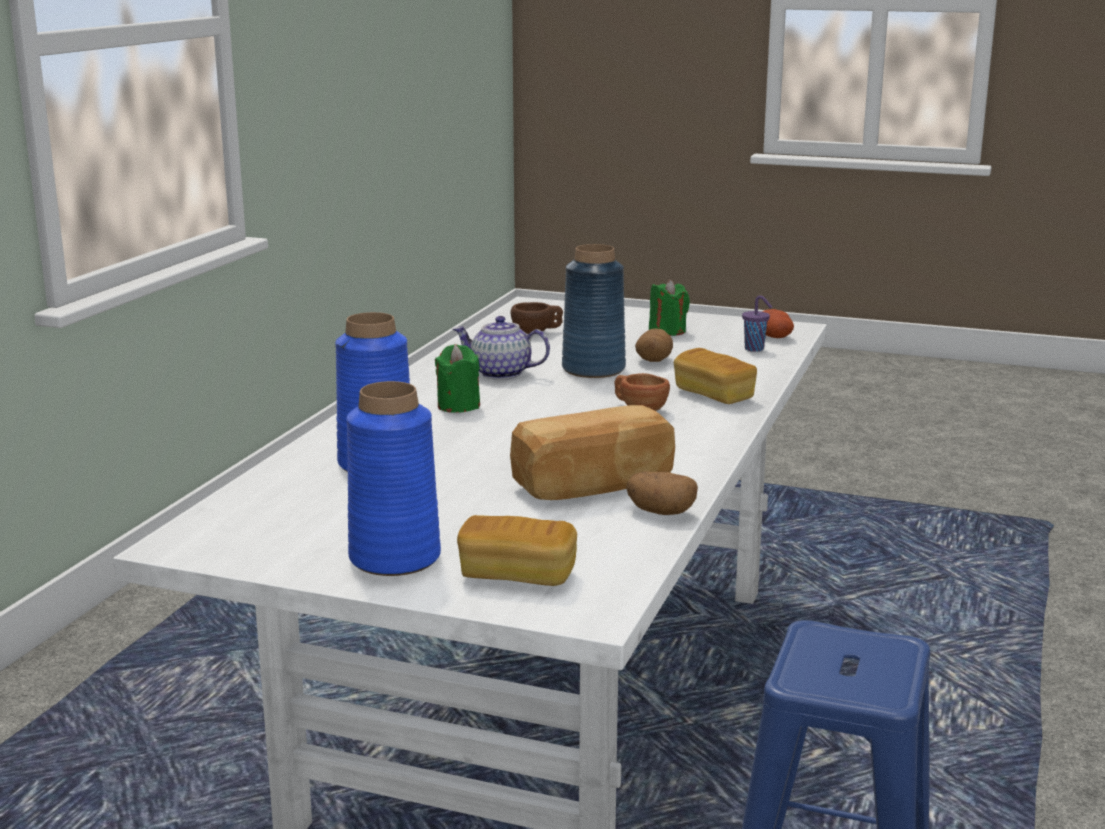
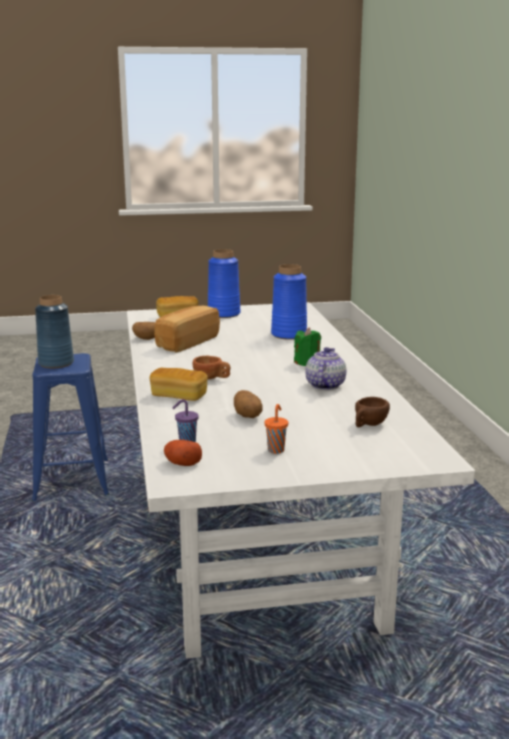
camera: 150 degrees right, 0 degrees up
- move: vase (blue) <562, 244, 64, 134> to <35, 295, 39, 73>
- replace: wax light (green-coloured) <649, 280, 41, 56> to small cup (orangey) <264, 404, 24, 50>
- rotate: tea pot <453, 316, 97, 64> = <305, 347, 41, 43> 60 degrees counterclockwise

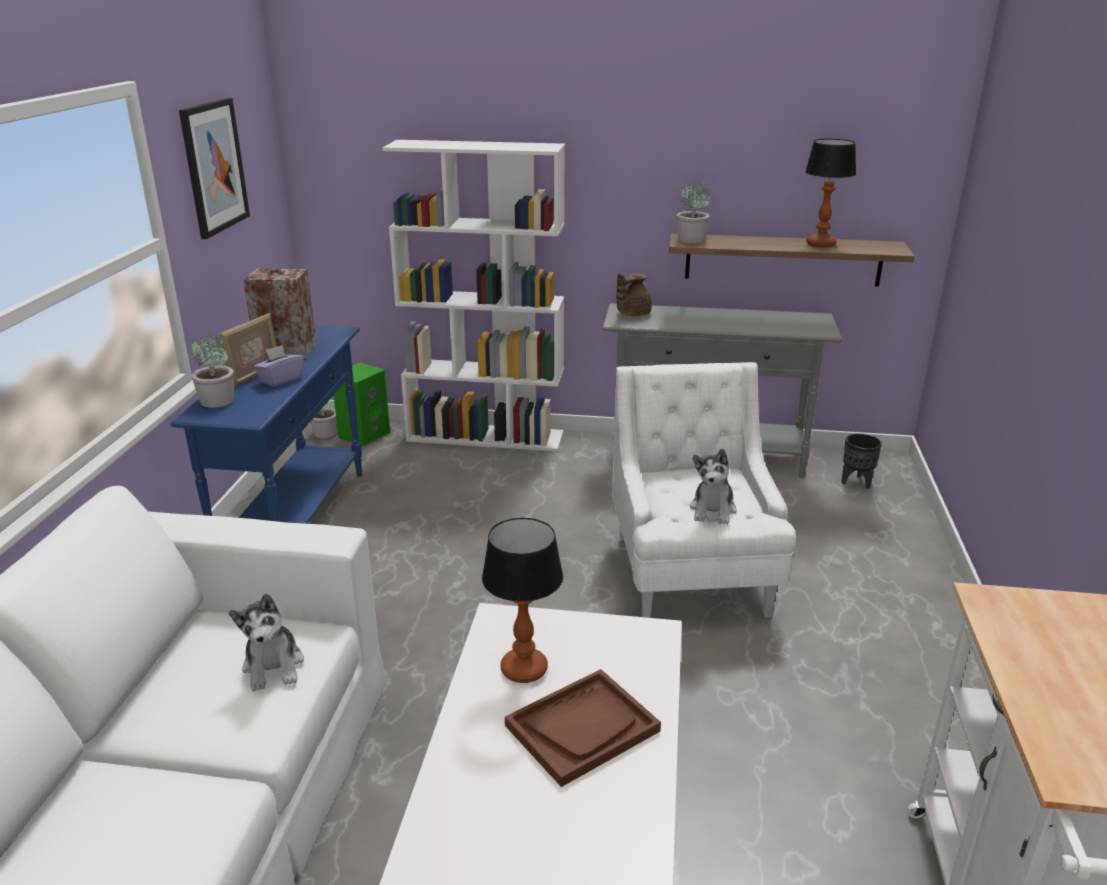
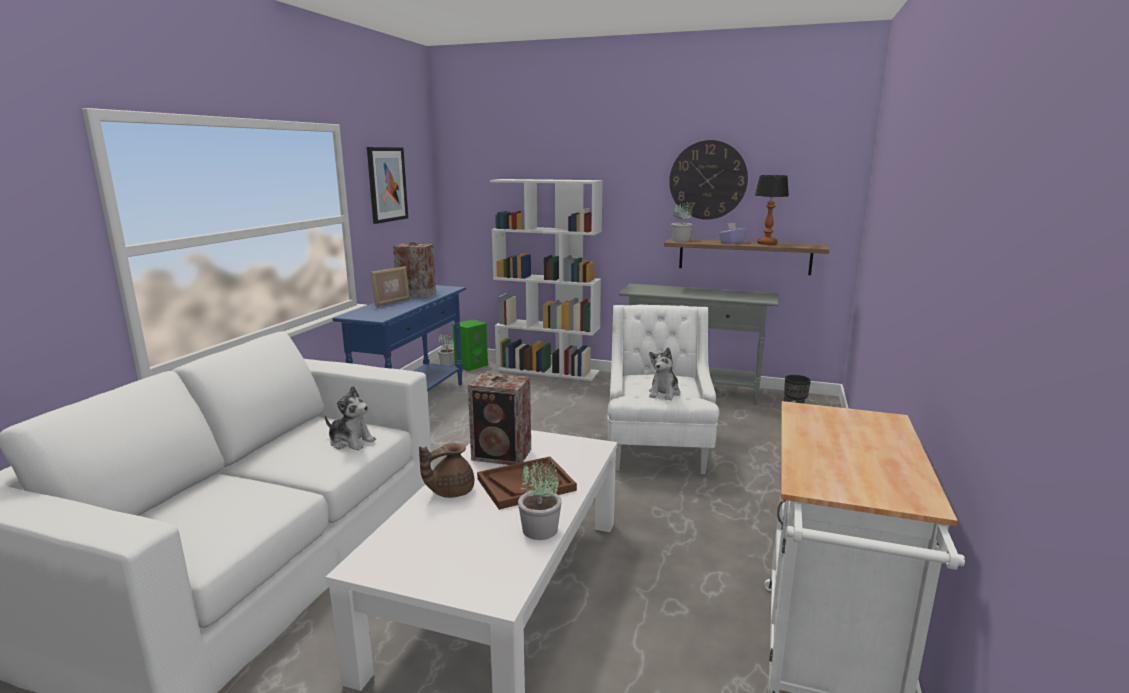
camera: 10 degrees right, 10 degrees down
- rotate: plush toy <229, 593, 75, 98> = <325, 386, 51, 64> 60 degrees counterclockwise
- move: tea pot (brown) <616, 273, 36, 43> to <419, 443, 55, 55>
- replace: tabletop lamp <482, 518, 81, 165> to speaker <468, 373, 63, 92>
- move: plant in a pot <191, 334, 43, 74> to <518, 457, 44, 83>
- insert: clock on the wall <669, 140, 79, 79>
- move: tissue box (purplish) <253, 345, 51, 42> to <719, 223, 28, 21>

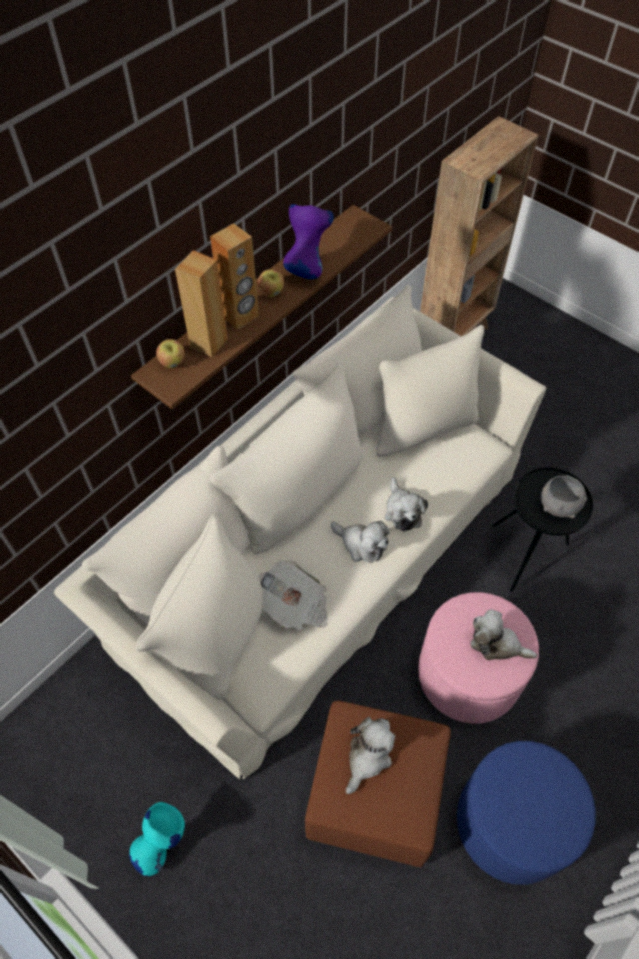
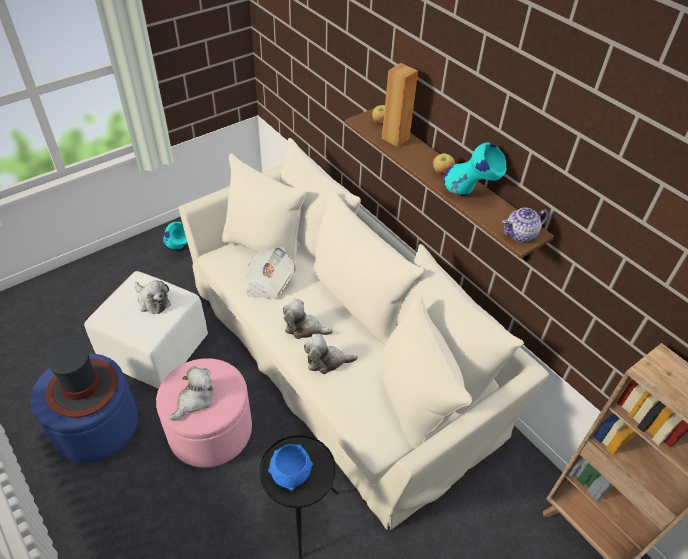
camera: 100 degrees right, 10 degrees down
- insert: wearable hat <45, 342, 73, 76>
- recolor: footrest (brown) <305, 701, 146, 166> to footrest (white-coloured) <84, 271, 124, 118>
- recolor: serving bowl (grey) <541, 475, 46, 44> to serving bowl (blue) <268, 444, 45, 47>
- rotate: plush toy <331, 521, 59, 42> = <283, 299, 50, 40> 60 degrees clockwise
- recolor: vase (purplish) <283, 204, 51, 75> to vase (blue-green) <444, 142, 62, 54>
- insert: tea pot <502, 208, 47, 34>
- delete: speaker (brown) <210, 223, 49, 107>

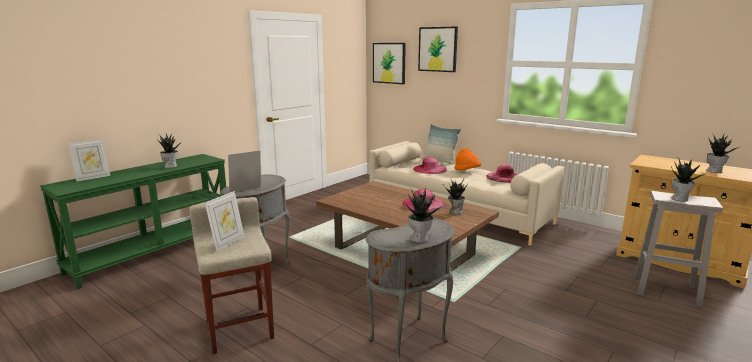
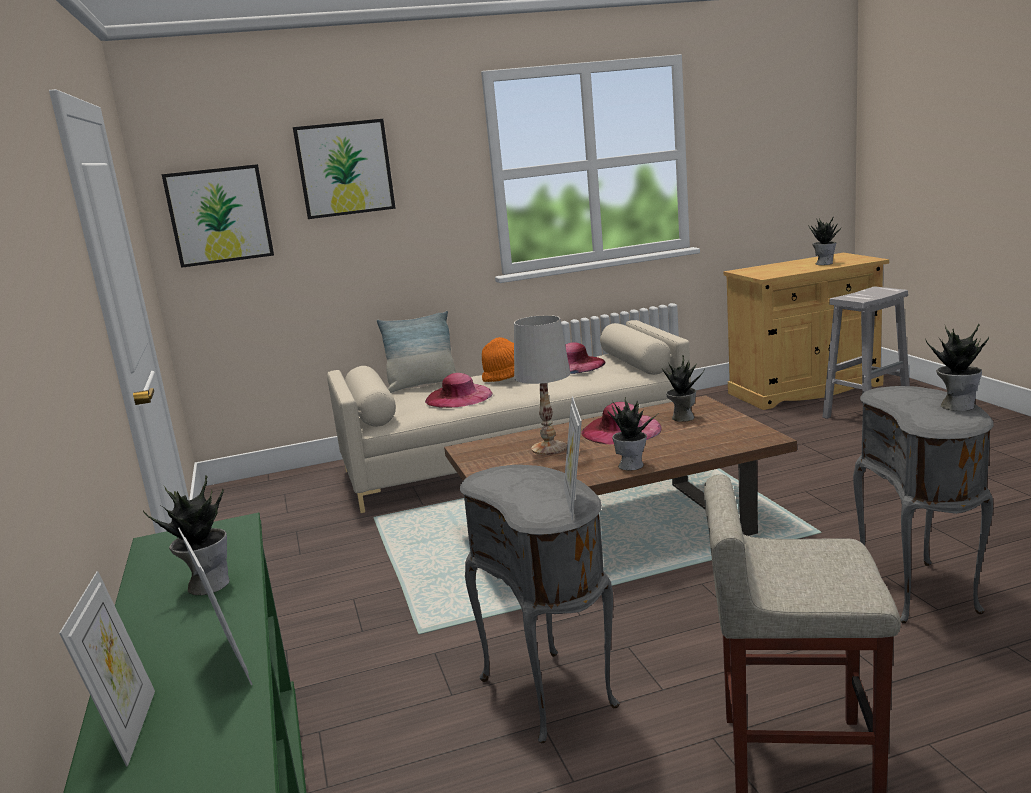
camera: 55 degrees left, 0 degrees up
- move: photo frame <205, 191, 40, 60> to <178, 528, 75, 157>
- insert: tabletop lamp (white-coloured) <514, 315, 56, 140>
- move: plant in a pot <671, 158, 36, 43> to <607, 397, 51, 74>

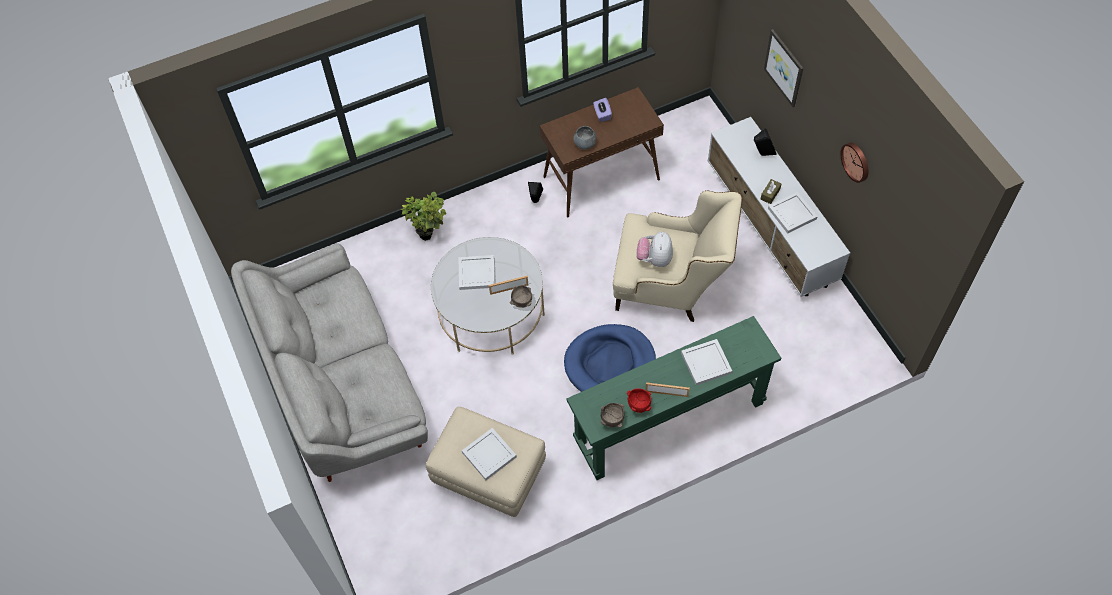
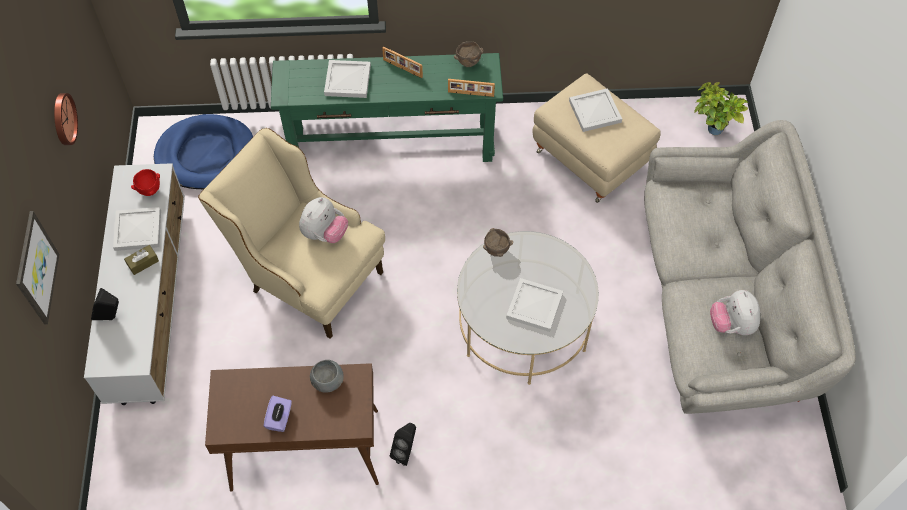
camera: 160 degrees left, 0 degrees up
- move: serving bowl (reddish) <627, 388, 24, 25> to <131, 169, 29, 27>
- move: pet bed (blue) <564, 324, 92, 68> to <154, 114, 99, 75>
- move: photo frame <489, 276, 39, 19> to <448, 79, 47, 18>
- move: plant in a pot <401, 192, 45, 49> to <695, 82, 53, 53>
- insert: plush toy <710, 290, 50, 45>

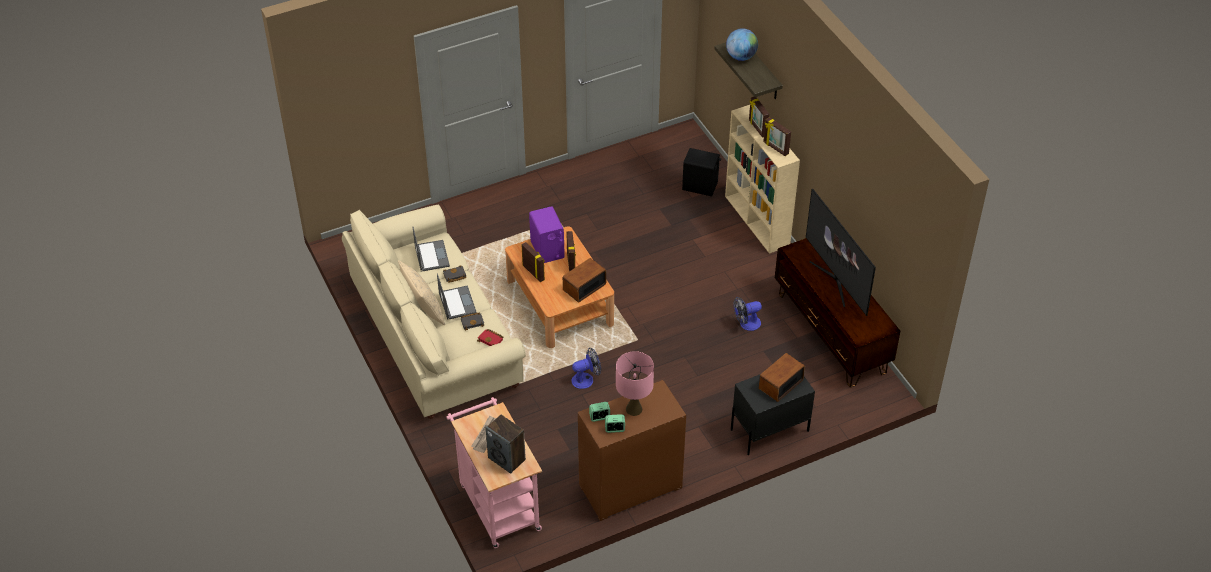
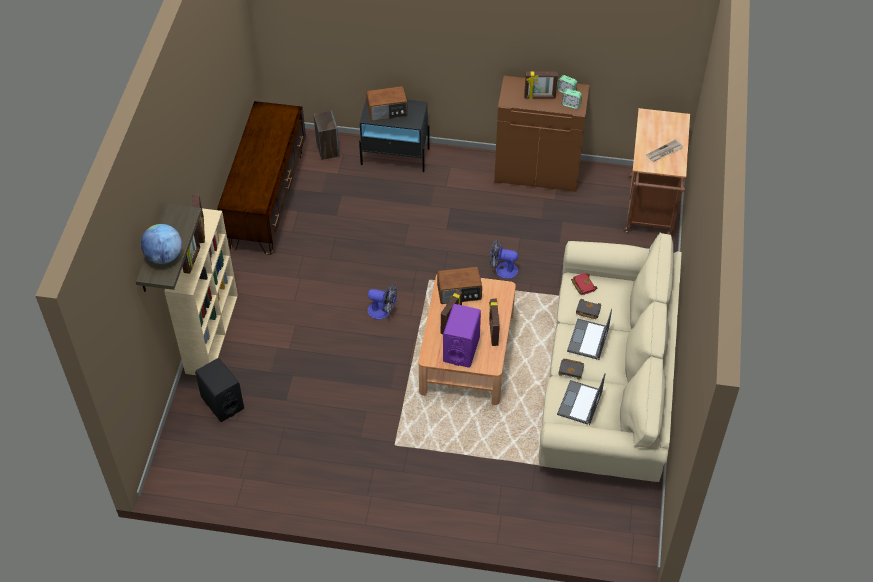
camera: 145 degrees left, 5 degrees up
- move: speaker <486, 415, 40, 59> to <314, 110, 26, 50>
- move: fan <733, 297, 29, 34> to <368, 284, 29, 35>
- replace: tabletop lamp (pink) <616, 351, 38, 65> to photo frame <524, 71, 34, 28>
- recolor: trolley (pink) <447, 397, 95, 151> to trolley (brown) <623, 108, 67, 127>
- delete: cushion (beige-coloured) <398, 260, 47, 65>
- delete: TV <806, 189, 70, 127>

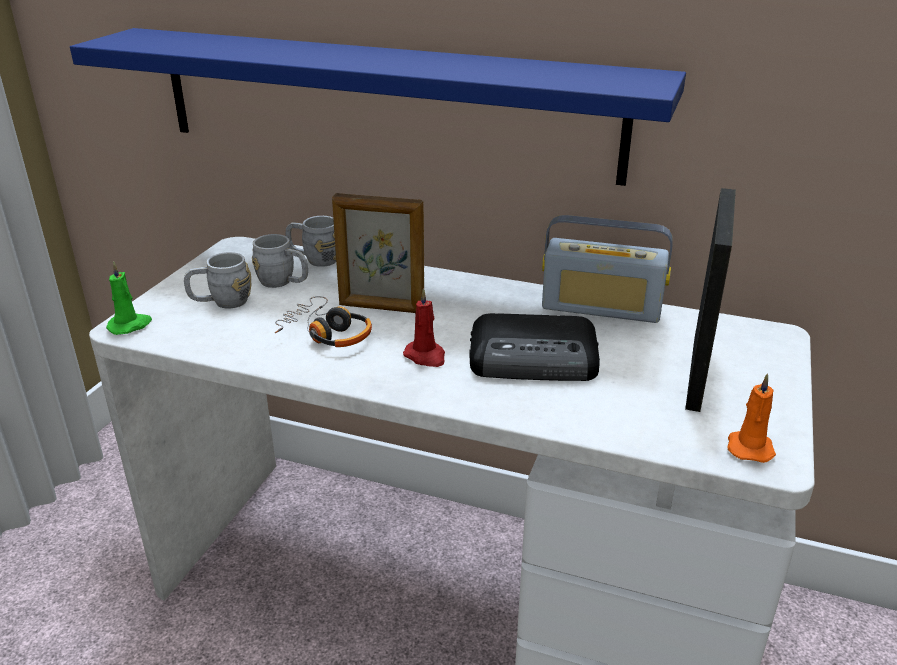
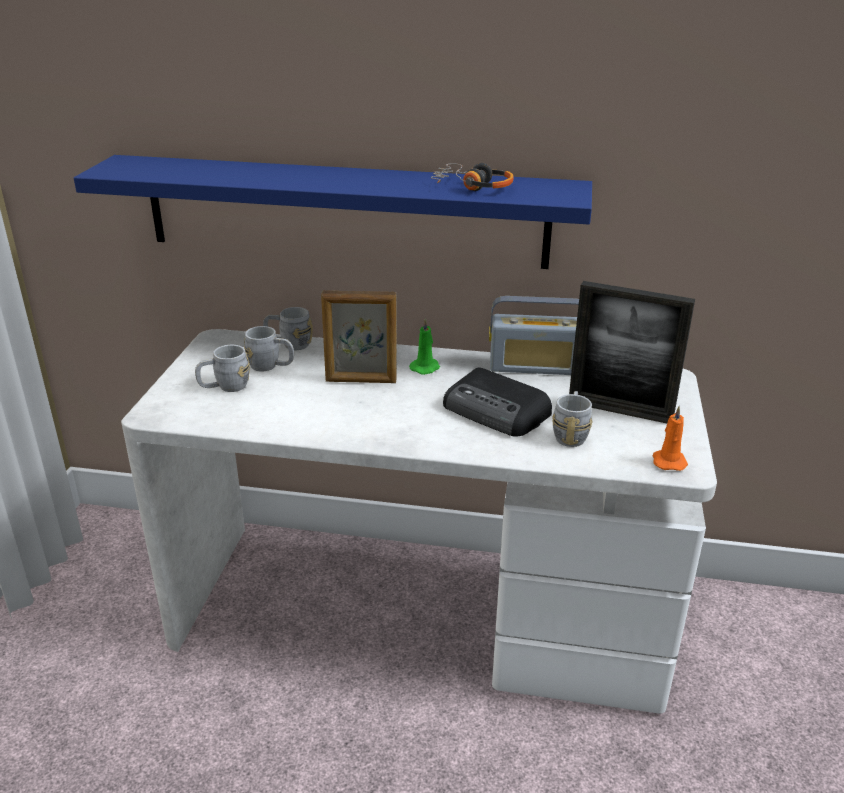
camera: 10 degrees left, 0 degrees up
- move: wax light (green-coloured) <106, 262, 46, 73> to <409, 318, 31, 57>
- move: pair of headphones <275, 296, 97, 51> to <431, 163, 83, 28>
- rotate: radio <469, 313, 131, 68> = <443, 368, 109, 69> 45 degrees clockwise
- insert: coffee mug (grey) <552, 391, 41, 56>
- rotate: photo frame <685, 188, 51, 224> = <569, 281, 126, 142> 105 degrees clockwise
- delete: wax light (reddish) <403, 288, 42, 79>

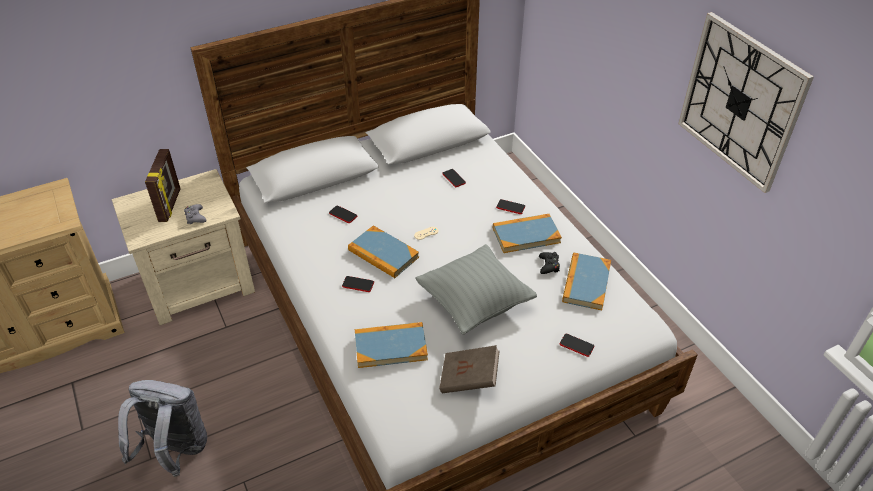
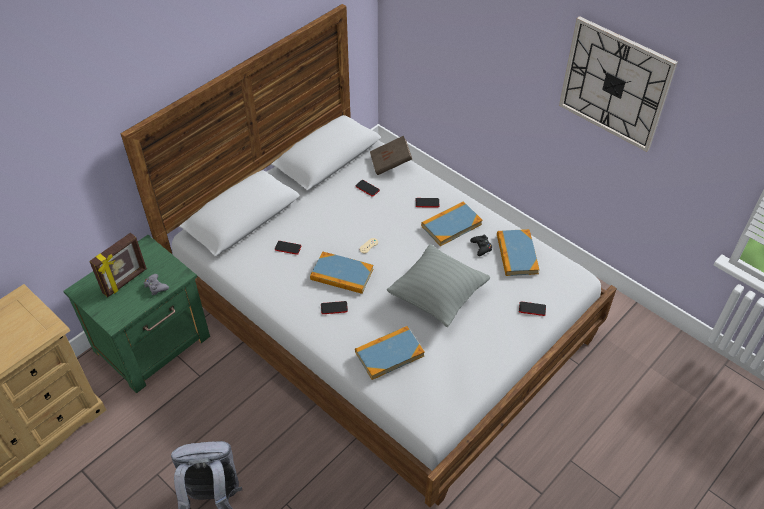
camera: 20 degrees left, 5 degrees up
- recolor: nightstand (beige-coloured) <112, 169, 143, 156> to nightstand (green-coloured) <63, 235, 147, 158>
- rotate: photo frame <145, 149, 36, 73> = <89, 233, 58, 64> 60 degrees clockwise
- move: volume (brown) <439, 345, 61, 48> to <370, 136, 42, 39>

